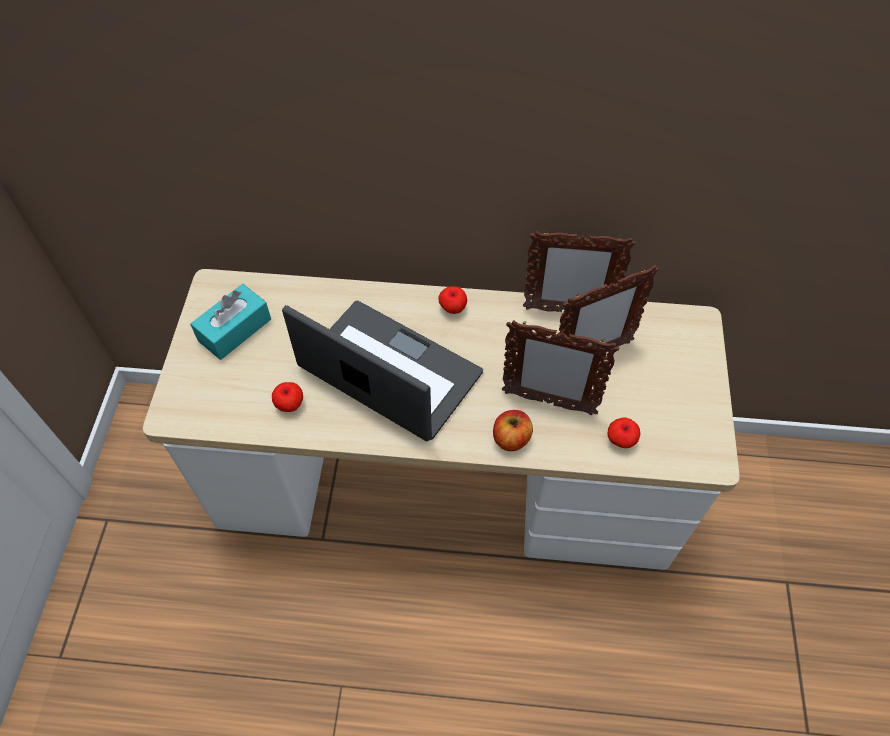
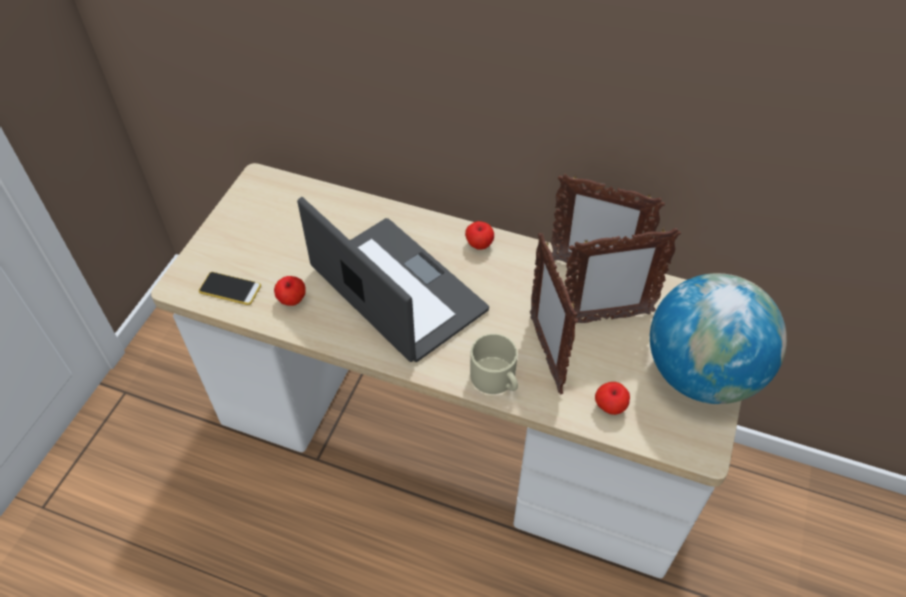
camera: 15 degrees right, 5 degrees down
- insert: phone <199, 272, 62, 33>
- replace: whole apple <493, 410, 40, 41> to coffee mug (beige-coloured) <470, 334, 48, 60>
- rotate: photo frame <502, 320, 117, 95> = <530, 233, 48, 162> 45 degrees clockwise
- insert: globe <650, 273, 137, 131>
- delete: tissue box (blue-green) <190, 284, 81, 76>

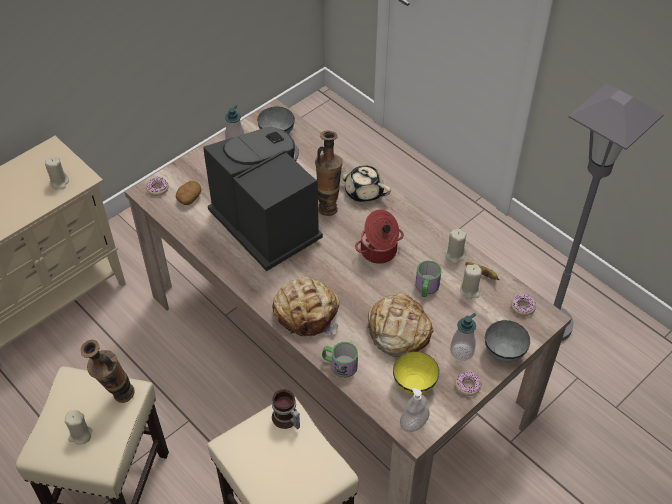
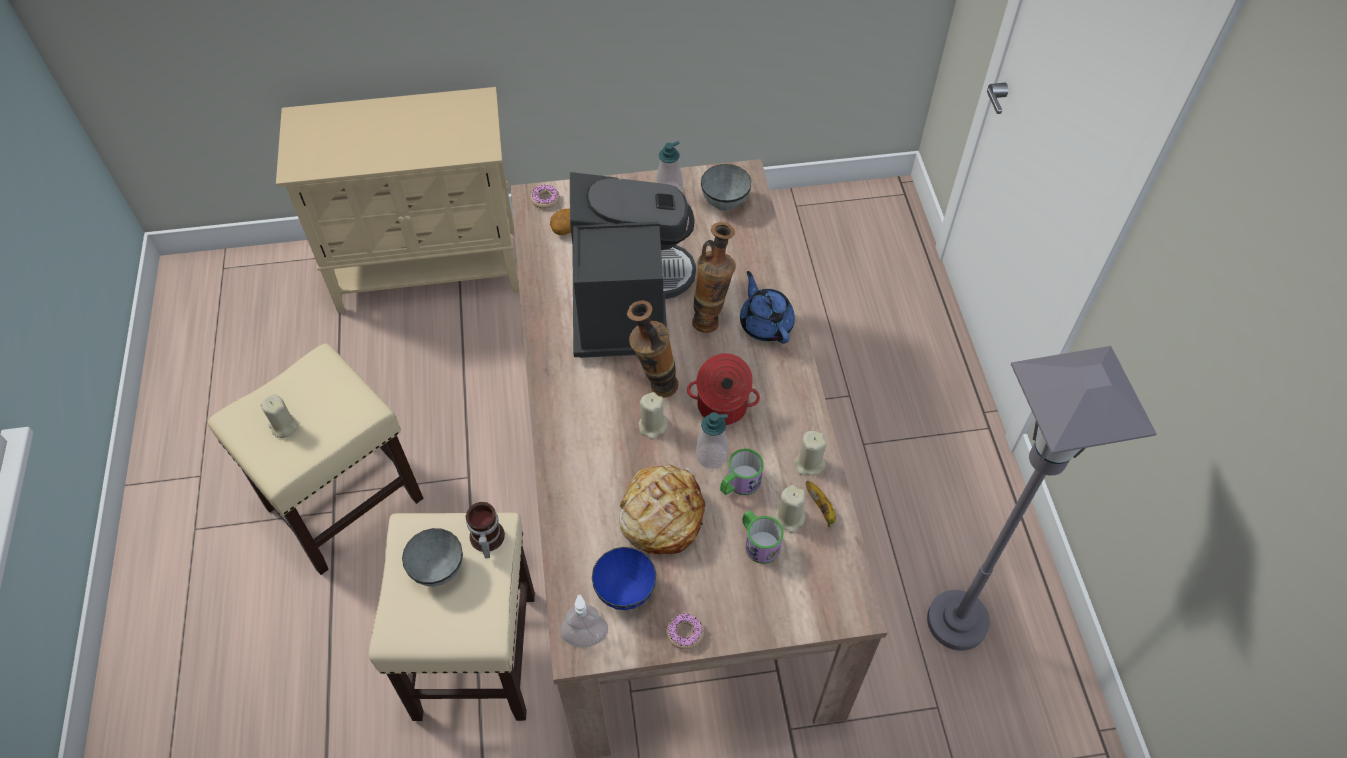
camera: 35 degrees right, 5 degrees up
- move: serving bowl (grey) <485, 320, 45, 43> to <402, 528, 61, 58>
- recolor: serving bowl (yellow) <393, 351, 46, 44> to serving bowl (blue) <592, 547, 64, 63>
- move: vase <80, 340, 55, 63> to <627, 300, 52, 98>
- move: wax light (beige-coloured) <45, 157, 24, 32> to <639, 392, 29, 48>
- move: soap dispenser <450, 313, 26, 48> to <696, 412, 32, 57>
- recolor: tea pot (beige-coloured) <341, 165, 50, 38> to tea pot (blue) <740, 271, 55, 73>
- move: coffee mug <322, 342, 36, 36> to <742, 510, 42, 54>
- delete: baked bread <273, 277, 66, 59>
- delete: doughnut <511, 294, 25, 22>

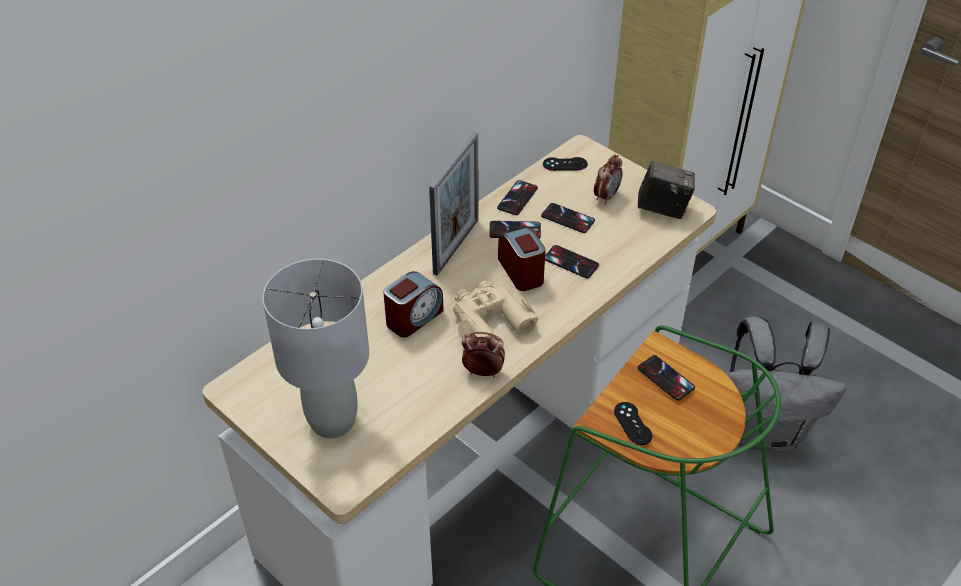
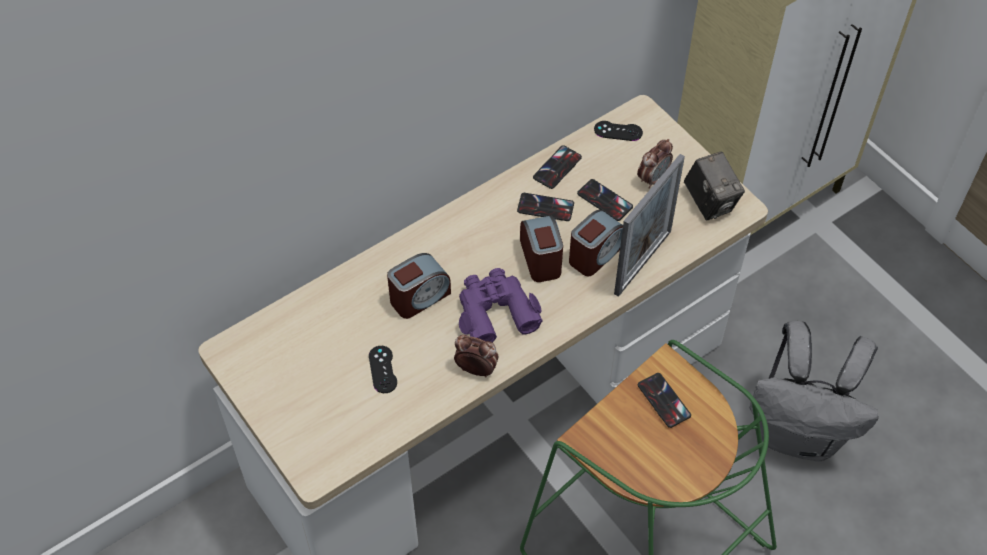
camera: 10 degrees right, 10 degrees up
- move: game controller (black) <614, 402, 38, 43> to <369, 346, 28, 47>
- recolor: pair of binoculars (beige-coloured) <453, 280, 85, 59> to pair of binoculars (purplish) <459, 268, 84, 75>
- replace: phone <545, 245, 54, 33> to table clock <569, 210, 54, 66>
- move: photo frame <429, 132, 49, 144> to <614, 154, 71, 143>
- rotate: still camera <638, 161, 57, 58> = <684, 151, 61, 69> 45 degrees clockwise
- delete: tabletop lamp (grey) <262, 259, 107, 179>

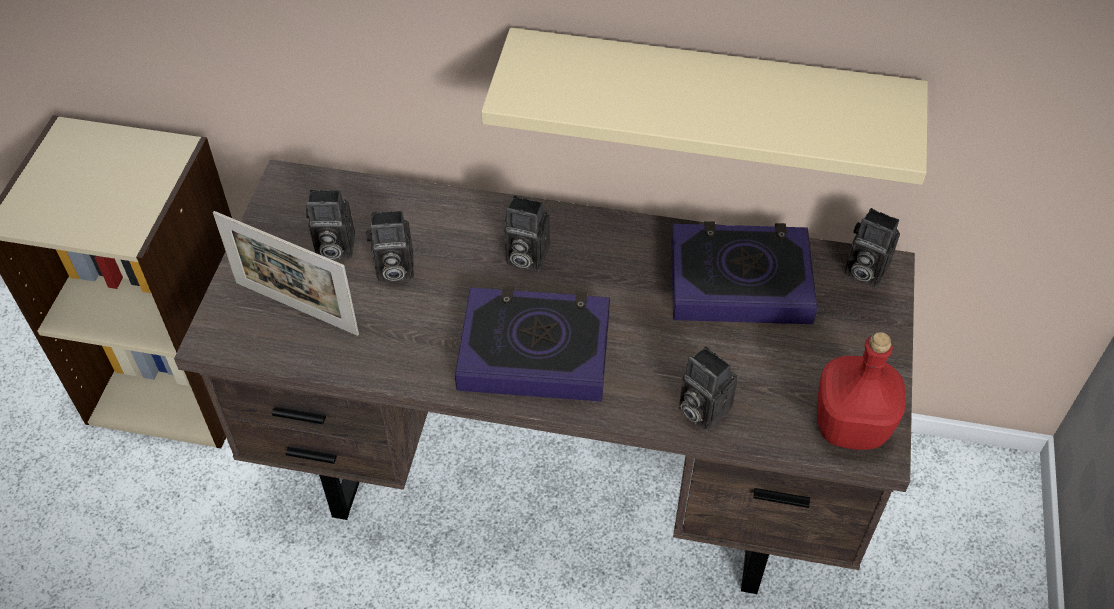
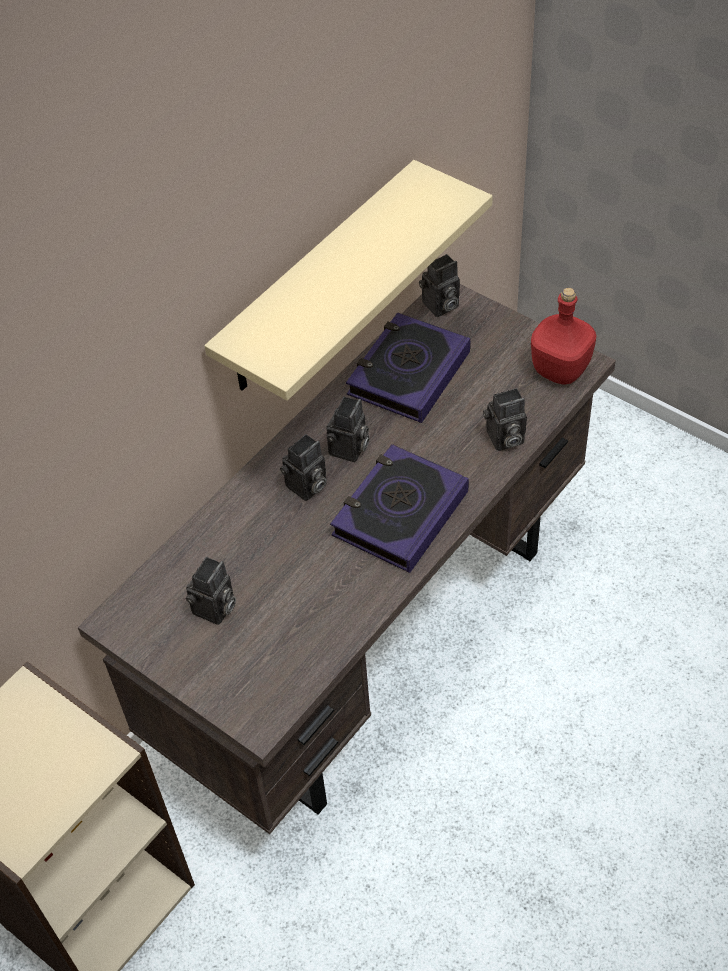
camera: 60 degrees left, 0 degrees up
- move: still camera <366, 210, 48, 72> to <326, 397, 44, 65>
- delete: photo frame <213, 211, 146, 125>

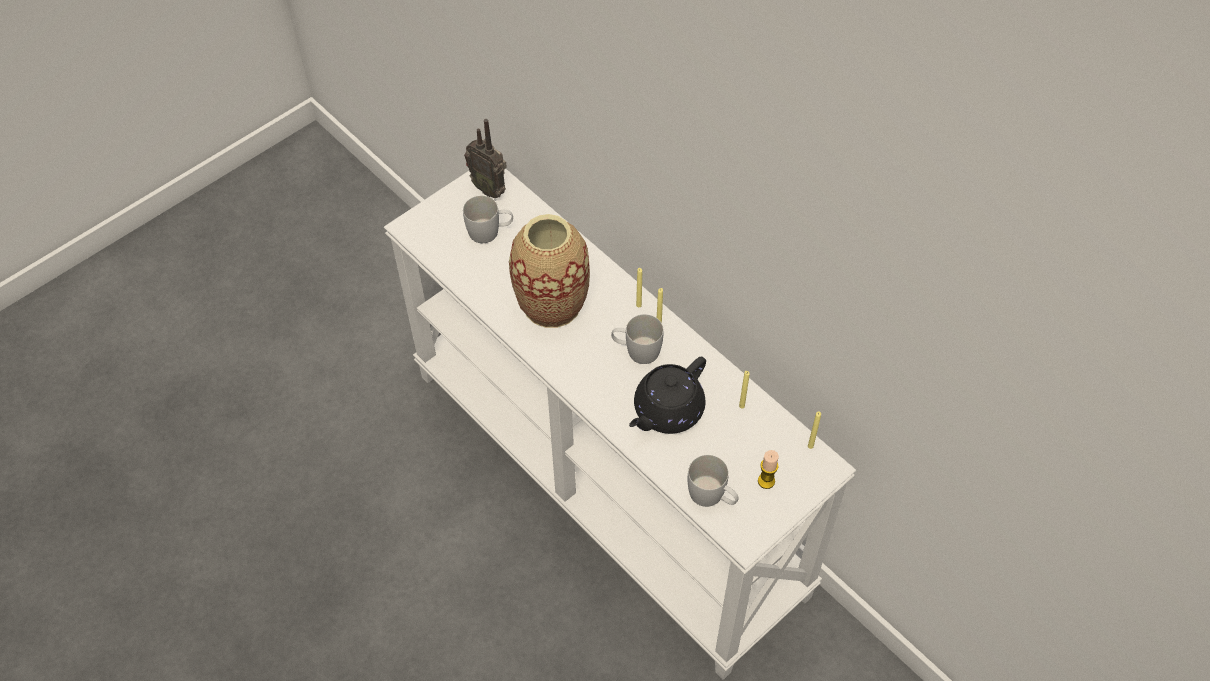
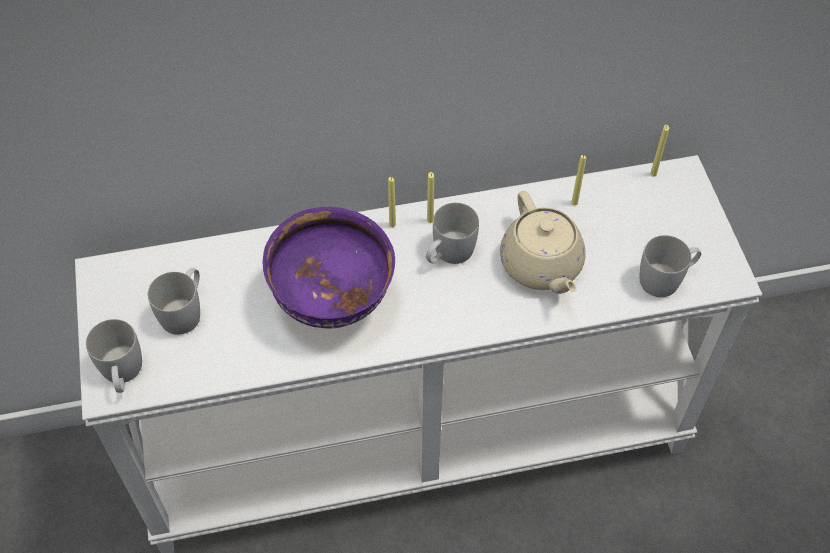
camera: 60 degrees left, 0 degrees up
- insert: coffee mug (white-coloured) <86, 319, 56, 74>
- replace: vase <509, 214, 81, 114> to serving bowl (purplish) <262, 206, 133, 122>
- recolor: tea pot (black) <629, 357, 77, 77> to tea pot (beige-coloured) <500, 191, 85, 103>
- delete: radio <464, 119, 43, 79>
- delete: wax light <758, 450, 21, 39>

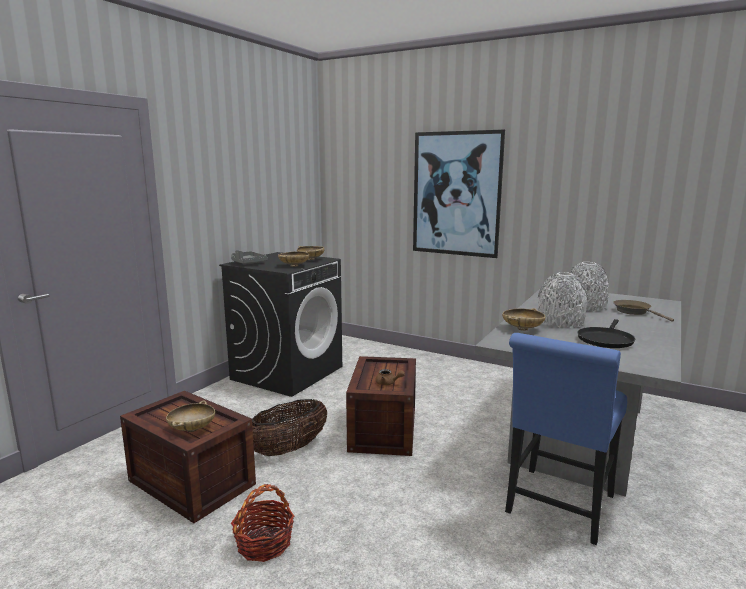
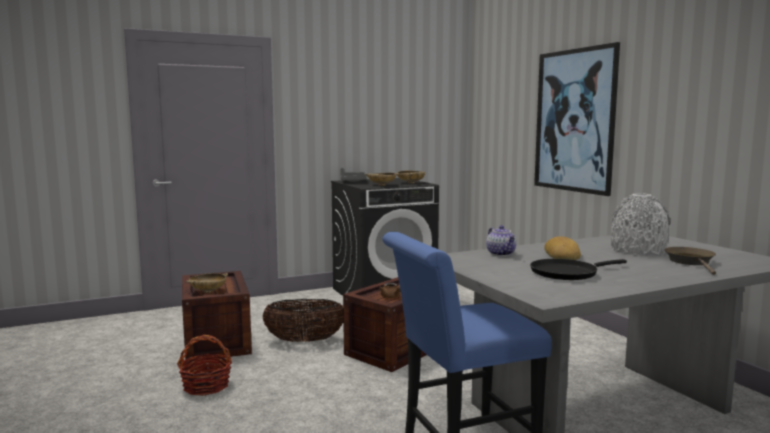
camera: 35 degrees right, 5 degrees down
- replace: serving bowl (beige-coloured) <502, 308, 43, 23> to tea pot <486, 225, 30, 31>
- replace: vase (grey) <538, 272, 50, 56> to baked bread <544, 237, 37, 23>

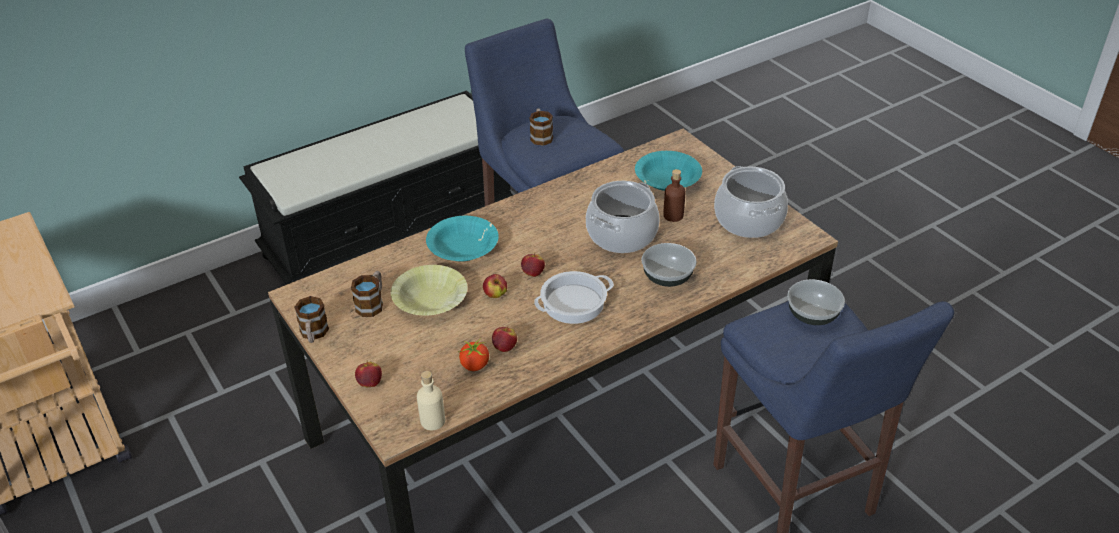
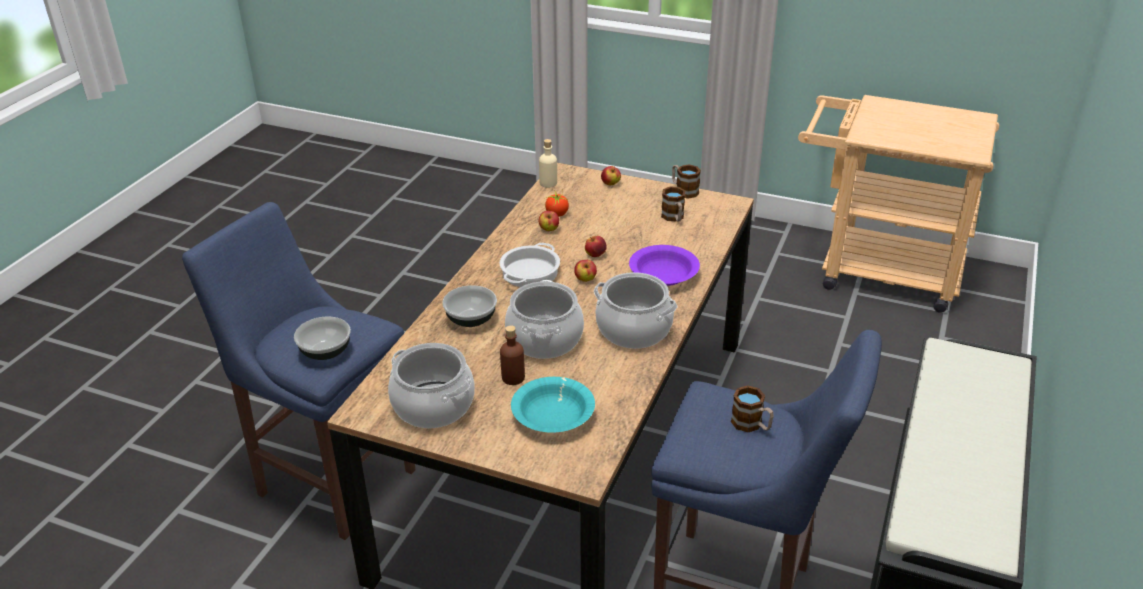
camera: 145 degrees right, 5 degrees down
- insert: cooking pot <594, 272, 83, 77>
- recolor: serving bowl (blue-green) <426, 216, 73, 45> to serving bowl (purplish) <629, 245, 71, 41>
- delete: serving bowl (yellow) <391, 265, 76, 51>

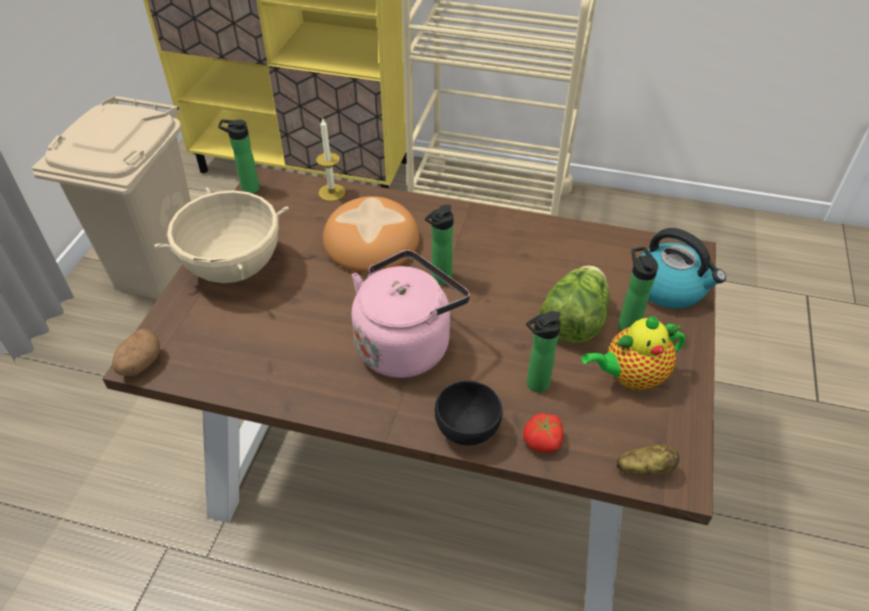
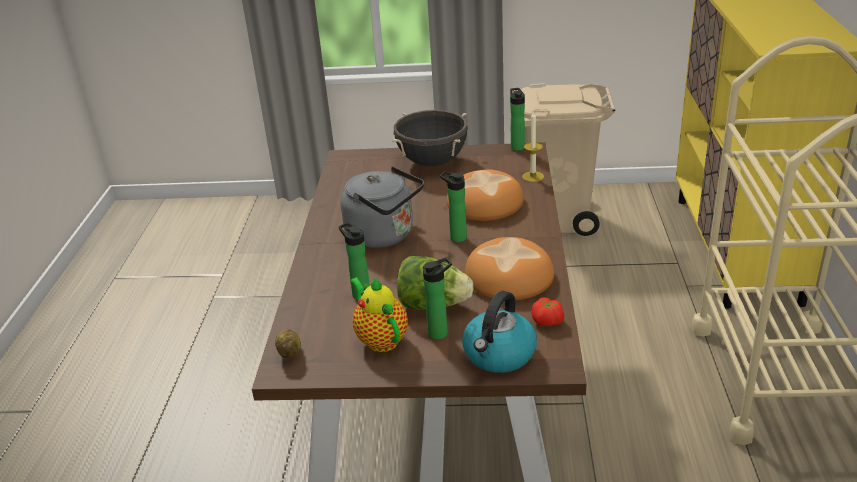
camera: 80 degrees right, 15 degrees down
- recolor: kettle (pink) <352, 250, 118, 128> to kettle (grey) <341, 166, 83, 82>
- recolor: cooking pot (beige-coloured) <154, 187, 135, 96> to cooking pot (black) <392, 110, 76, 56>
- insert: baked bread <465, 237, 89, 63>
- move: fresh tomato <523, 413, 41, 40> to <531, 297, 33, 29>
- delete: whole potato <112, 329, 48, 47>
- delete: serving bowl (black) <435, 381, 68, 64>

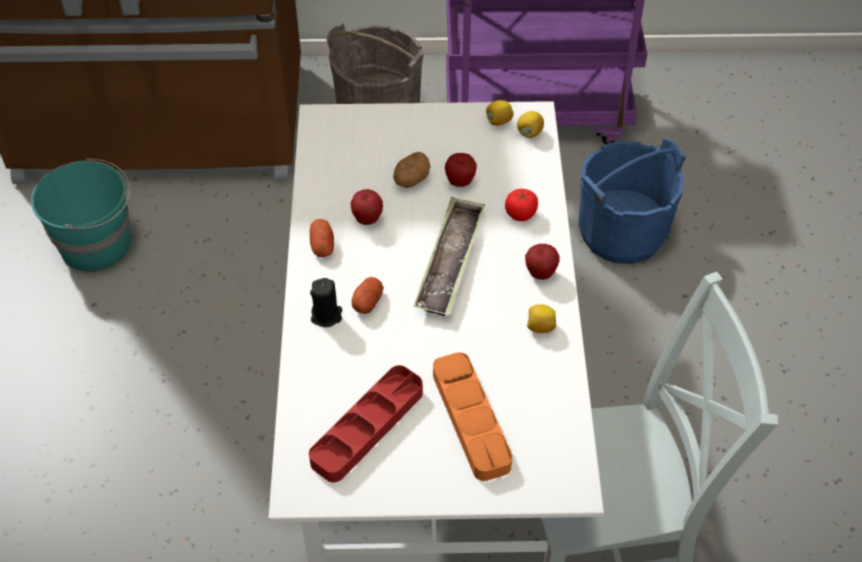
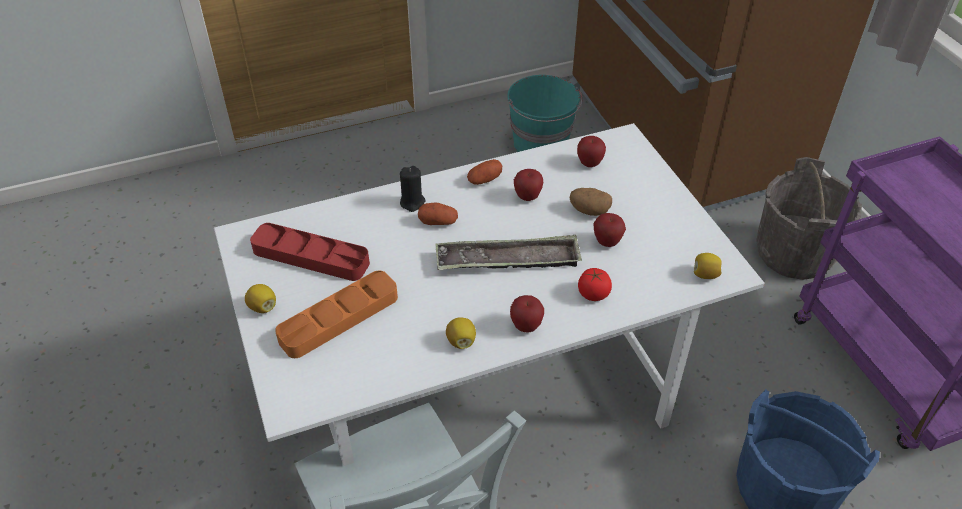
camera: 70 degrees right, 5 degrees down
- move: whole lemon <486, 100, 28, 26> to <245, 284, 31, 29>
- insert: whole apple <577, 136, 29, 31>

